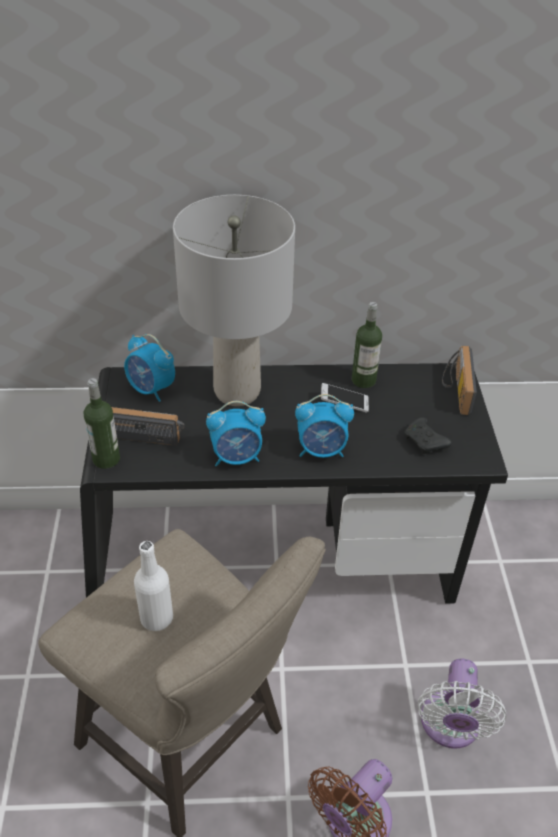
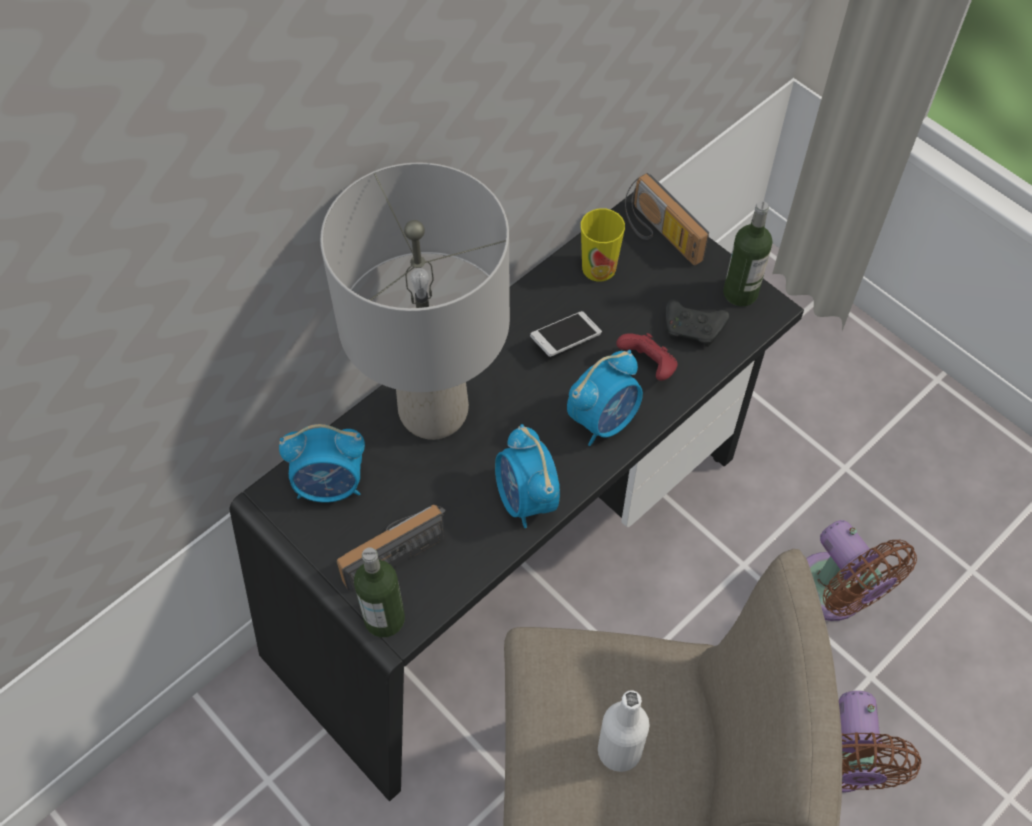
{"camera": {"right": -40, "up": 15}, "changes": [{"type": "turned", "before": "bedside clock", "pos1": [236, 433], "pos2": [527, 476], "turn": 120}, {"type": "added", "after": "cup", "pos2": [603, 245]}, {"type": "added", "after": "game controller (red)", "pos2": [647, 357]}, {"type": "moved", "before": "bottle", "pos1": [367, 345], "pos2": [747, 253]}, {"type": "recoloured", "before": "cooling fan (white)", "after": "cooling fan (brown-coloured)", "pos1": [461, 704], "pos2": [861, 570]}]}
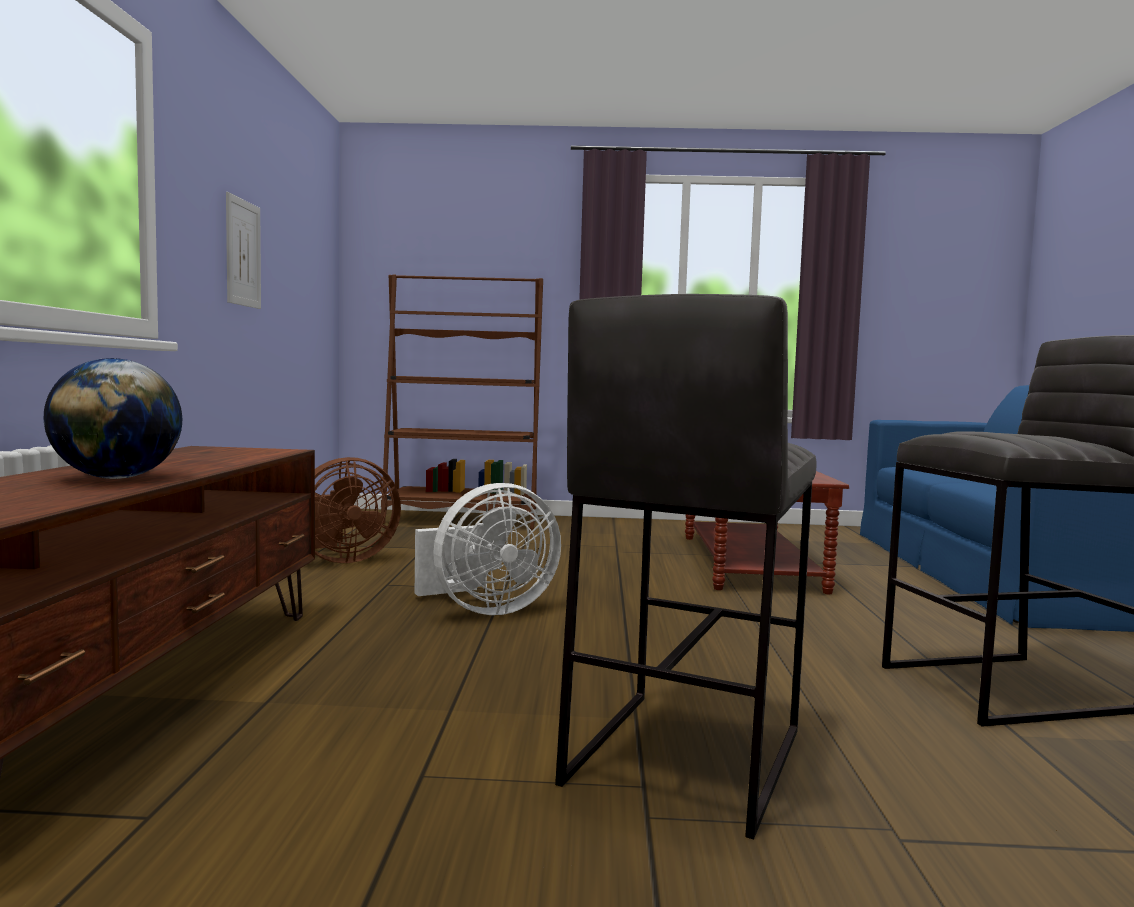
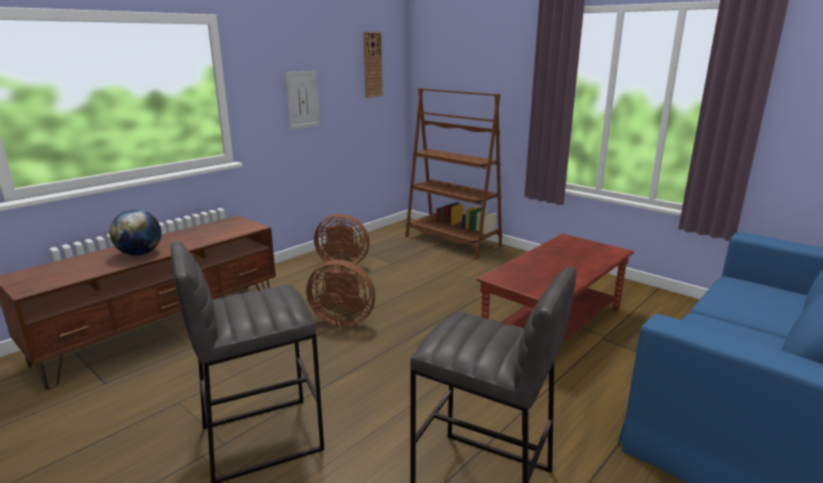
{"camera": {"right": 40, "up": 15}, "changes": [{"type": "recoloured", "before": "cooling fan (white)", "after": "cooling fan (brown-coloured)", "pos1": [488, 549], "pos2": [341, 293]}, {"type": "added", "after": "wall clock", "pos2": [373, 65]}]}
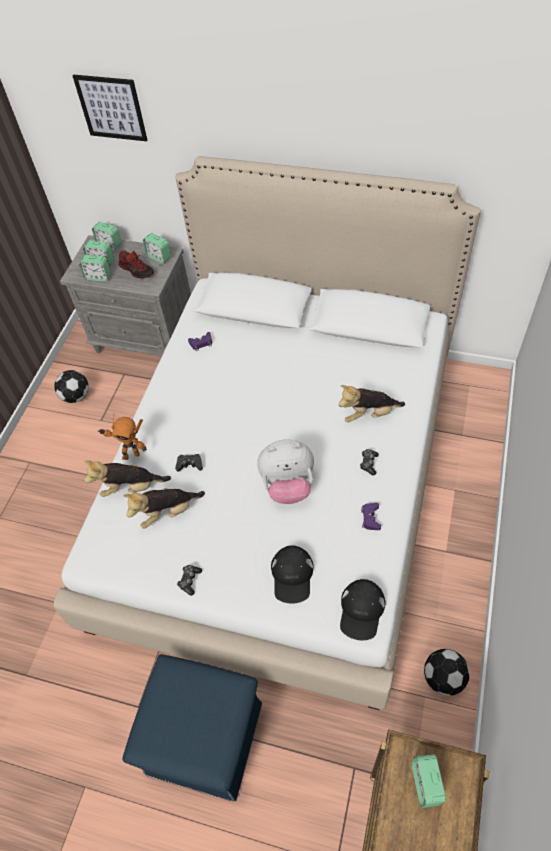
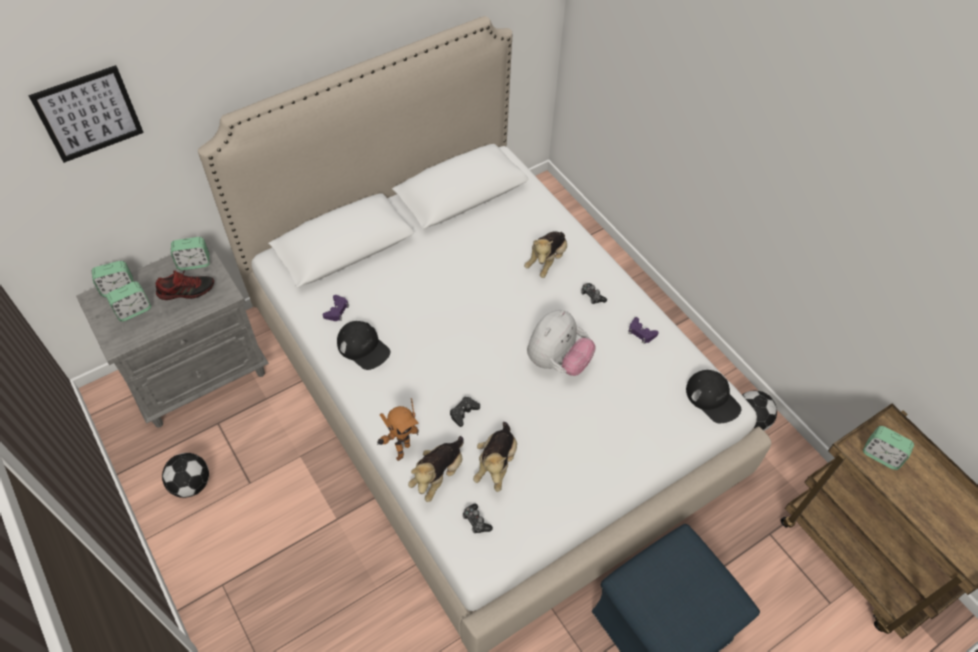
{"camera": {"right": -55, "up": 0}, "changes": [{"type": "moved", "before": "peaked cap (blackish)", "pos1": [292, 574], "pos2": [363, 345]}, {"type": "moved", "before": "game controller", "pos1": [189, 580], "pos2": [477, 518]}, {"type": "removed", "before": "bedside clock", "pos1": [95, 268]}]}
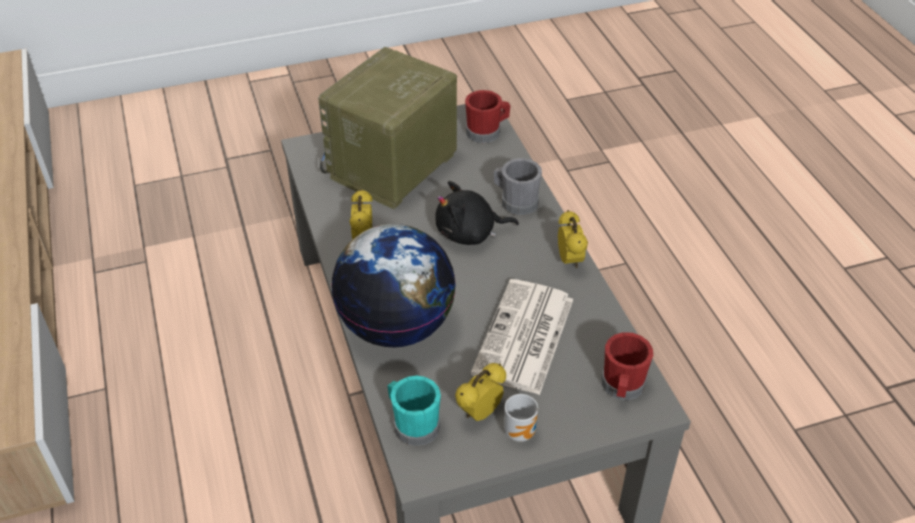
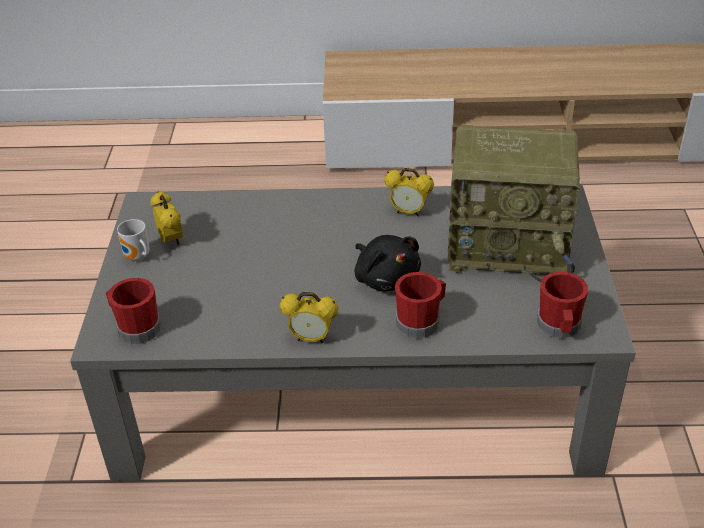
{"camera": {"right": 110, "up": -5}, "changes": [{"type": "turned", "before": "plush toy (blackish)", "pos1": [477, 213], "pos2": [388, 263], "turn": 135}, {"type": "recoloured", "before": "tea mug (grey)", "after": "tea mug (red)", "pos1": [518, 186], "pos2": [420, 305]}, {"type": "turned", "before": "radio", "pos1": [387, 128], "pos2": [514, 203], "turn": 135}, {"type": "removed", "before": "globe", "pos1": [393, 285]}, {"type": "removed", "before": "tea mug (turquoise)", "pos1": [414, 411]}, {"type": "removed", "before": "printed paper", "pos1": [522, 337]}]}
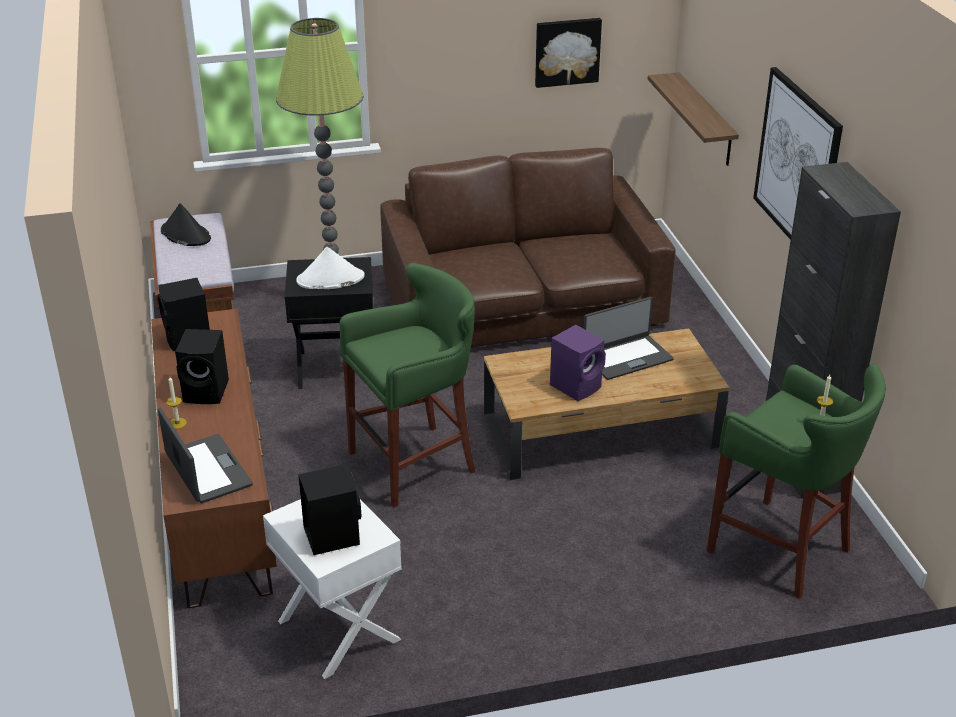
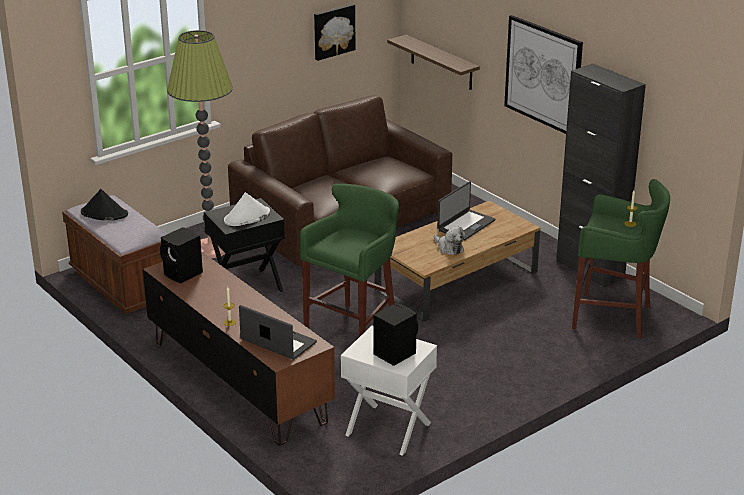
{"camera": {"right": -25, "up": -5}, "changes": [{"type": "replaced", "before": "audio speaker (purple)", "after": "plush toy", "pos1": [578, 363], "pos2": [449, 240]}, {"type": "removed", "before": "audio speaker (blackish)", "pos1": [202, 366]}]}
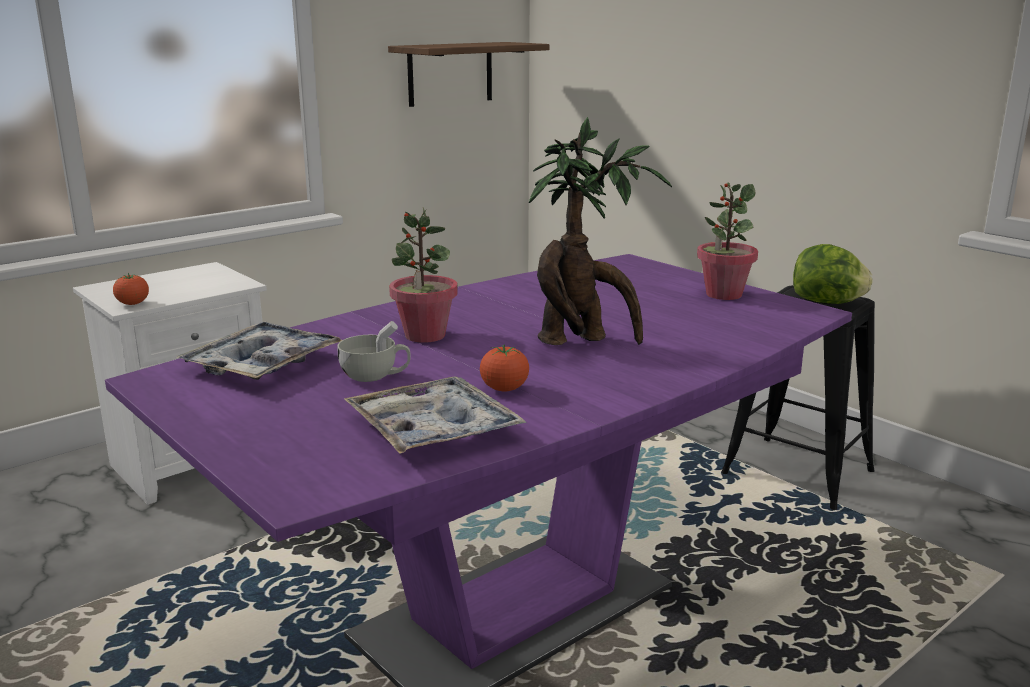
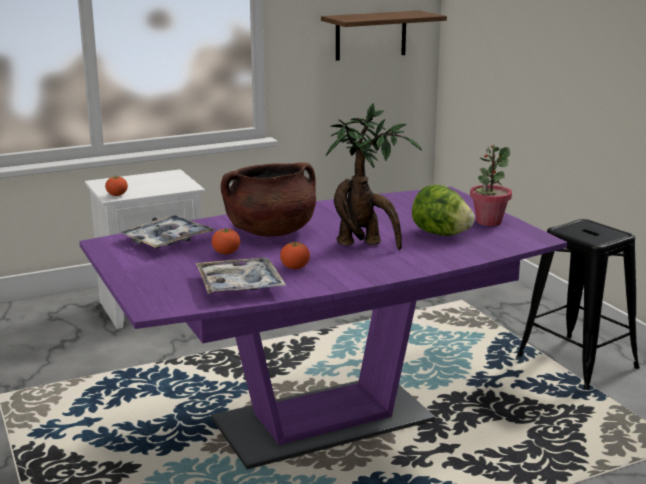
{"camera": {"right": 15, "up": 0}, "changes": [{"type": "replaced", "before": "cup (white)", "after": "tomato", "pos1": [374, 351], "pos2": [226, 240]}, {"type": "replaced", "before": "plant in a pot", "after": "cooking pot (brown-coloured)", "pos1": [423, 275], "pos2": [268, 199]}, {"type": "moved", "before": "lettuce head", "pos1": [833, 274], "pos2": [443, 210]}]}
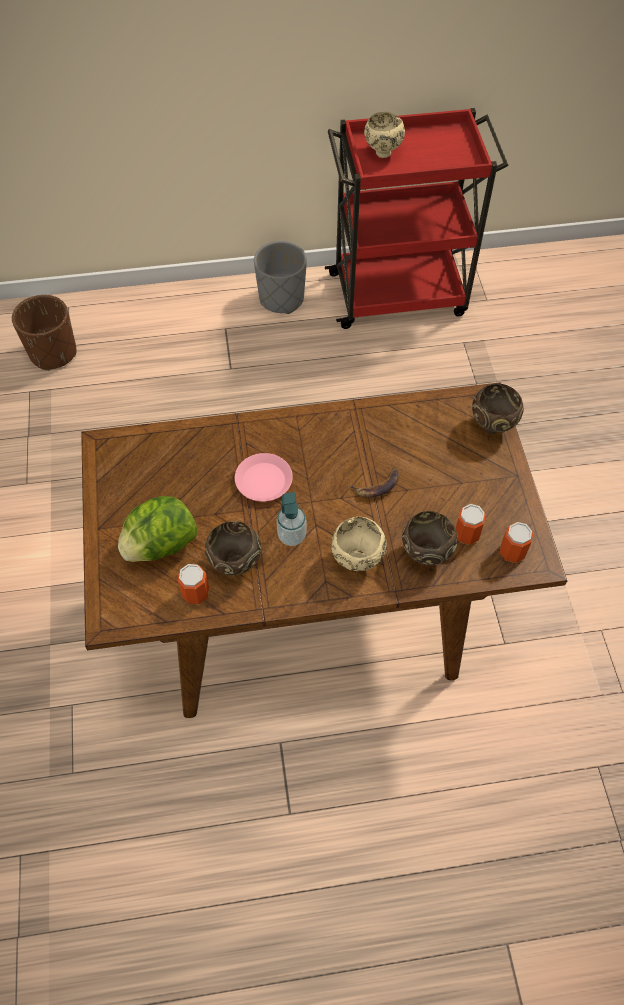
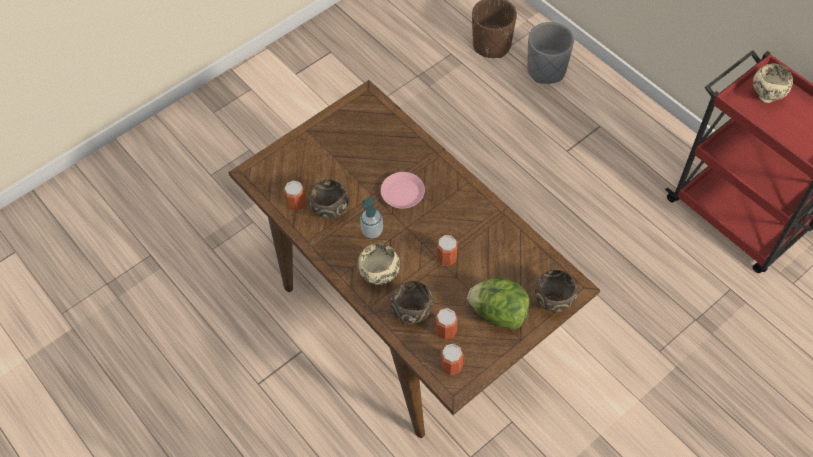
{"camera": {"right": 60, "up": 0}, "changes": [{"type": "replaced", "before": "banana fruit", "after": "metal can", "pos1": [374, 482], "pos2": [447, 250]}, {"type": "moved", "before": "lettuce head", "pos1": [157, 529], "pos2": [498, 303]}, {"type": "moved", "before": "flower pot (grey)", "pos1": [280, 277], "pos2": [550, 53]}]}
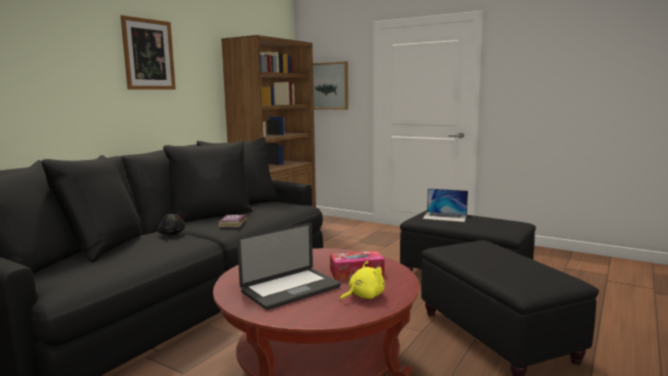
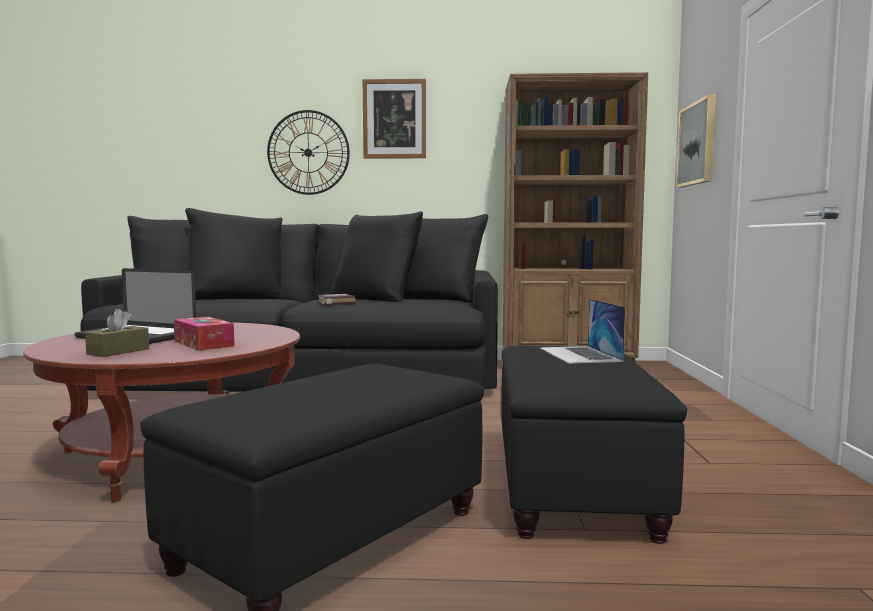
{"camera": {"right": 60, "up": -5}, "changes": [{"type": "replaced", "before": "plush toy (yellowish)", "after": "box of tissues (brown-coloured)", "pos1": [362, 281], "pos2": [117, 333]}, {"type": "added", "after": "wall clock", "pos2": [308, 152]}, {"type": "removed", "before": "plush toy (blackish)", "pos1": [171, 223]}]}
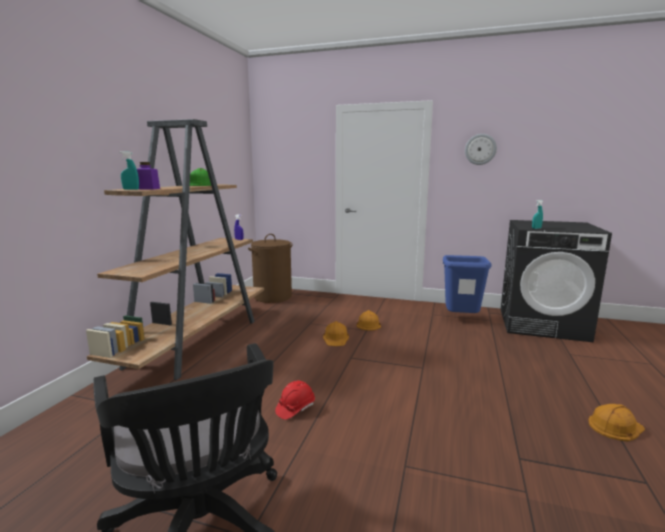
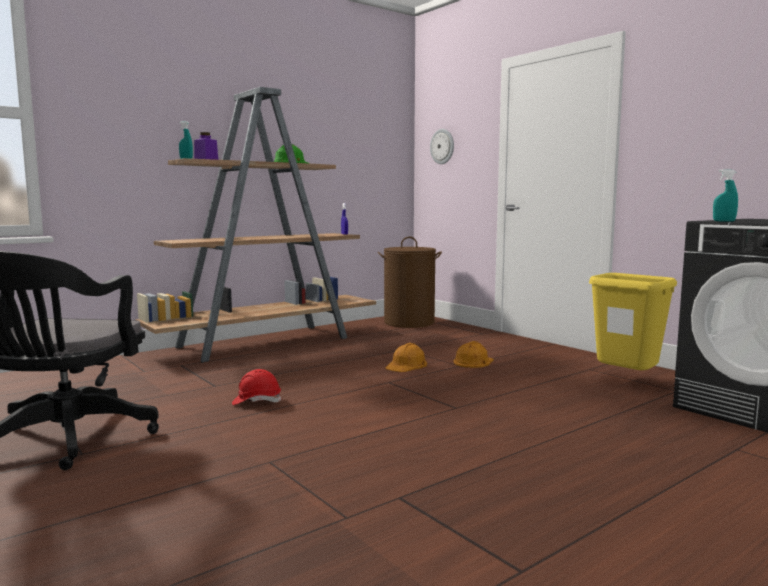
{"camera": {"right": 35, "up": -5}, "changes": [{"type": "moved", "before": "wall clock", "pos1": [481, 149], "pos2": [442, 146]}, {"type": "recoloured", "before": "waste bin (bluish)", "after": "waste bin (yellowish)", "pos1": [467, 284], "pos2": [633, 321]}, {"type": "removed", "before": "safety helmet (orange-coloured)", "pos1": [616, 422]}]}
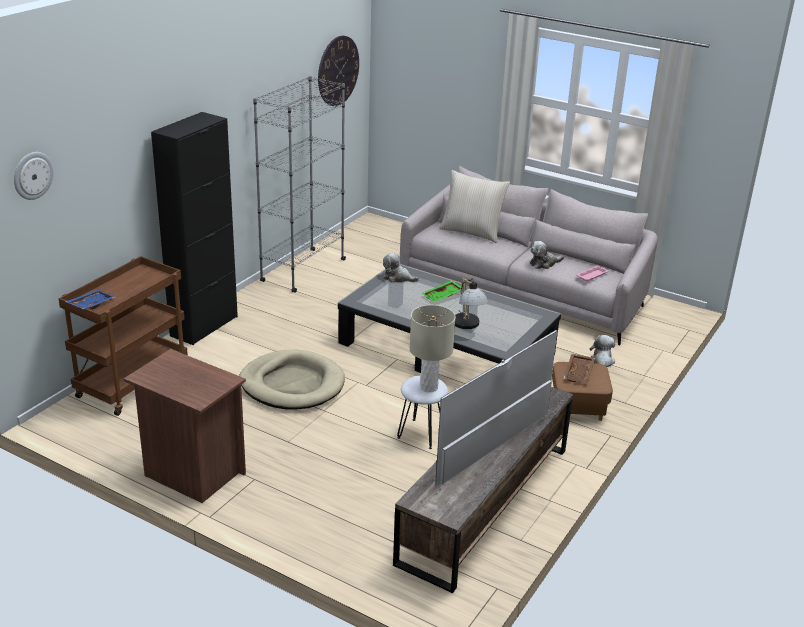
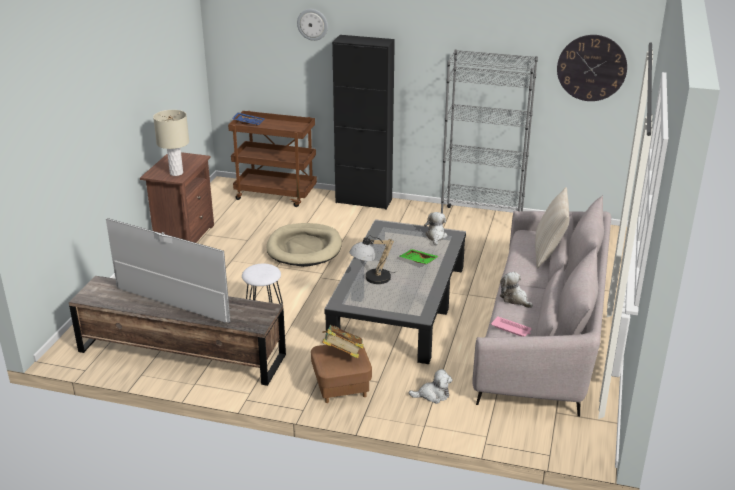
{"camera": {"right": 75, "up": 0}, "changes": [{"type": "moved", "before": "lamp for a table (beige)", "pos1": [432, 348], "pos2": [171, 143]}, {"type": "moved", "before": "wall clock", "pos1": [34, 176], "pos2": [312, 25]}, {"type": "replaced", "before": "tray (brown-coloured)", "after": "volume", "pos1": [579, 368], "pos2": [343, 341]}]}
